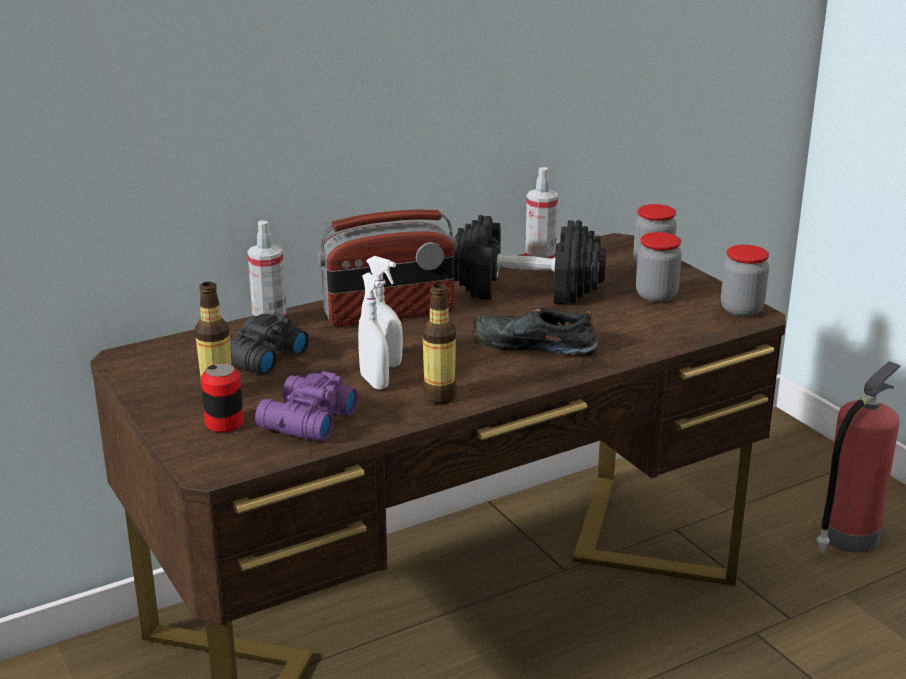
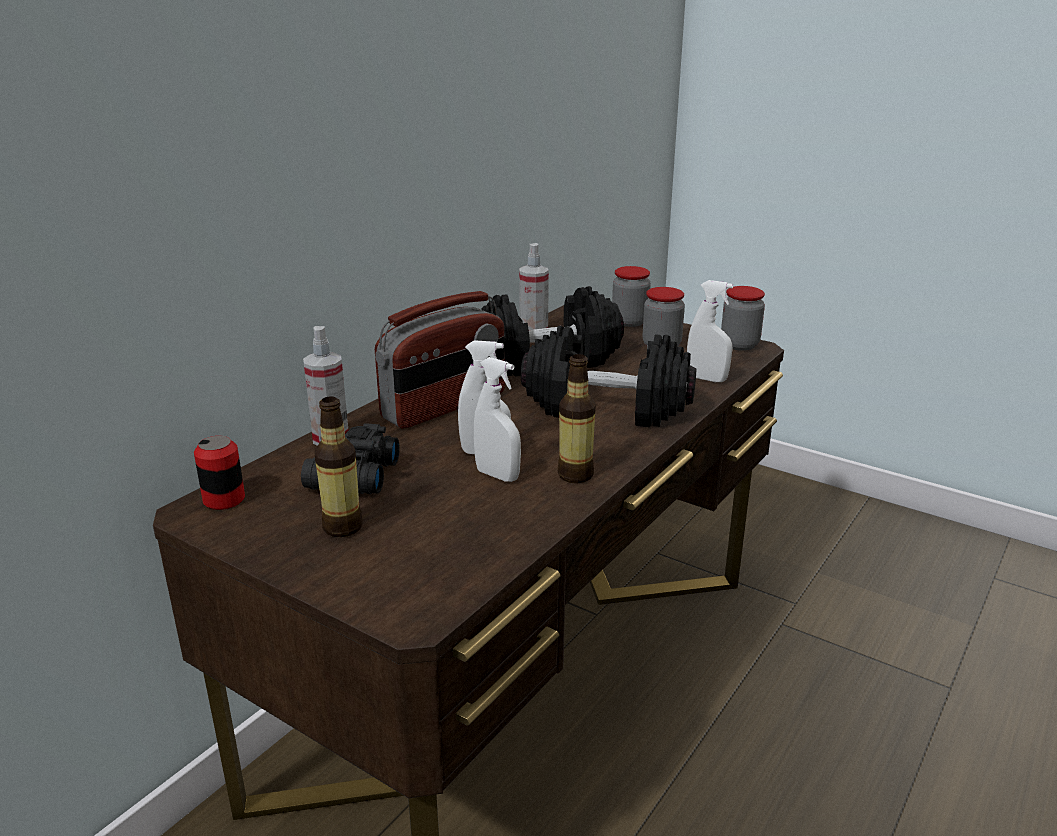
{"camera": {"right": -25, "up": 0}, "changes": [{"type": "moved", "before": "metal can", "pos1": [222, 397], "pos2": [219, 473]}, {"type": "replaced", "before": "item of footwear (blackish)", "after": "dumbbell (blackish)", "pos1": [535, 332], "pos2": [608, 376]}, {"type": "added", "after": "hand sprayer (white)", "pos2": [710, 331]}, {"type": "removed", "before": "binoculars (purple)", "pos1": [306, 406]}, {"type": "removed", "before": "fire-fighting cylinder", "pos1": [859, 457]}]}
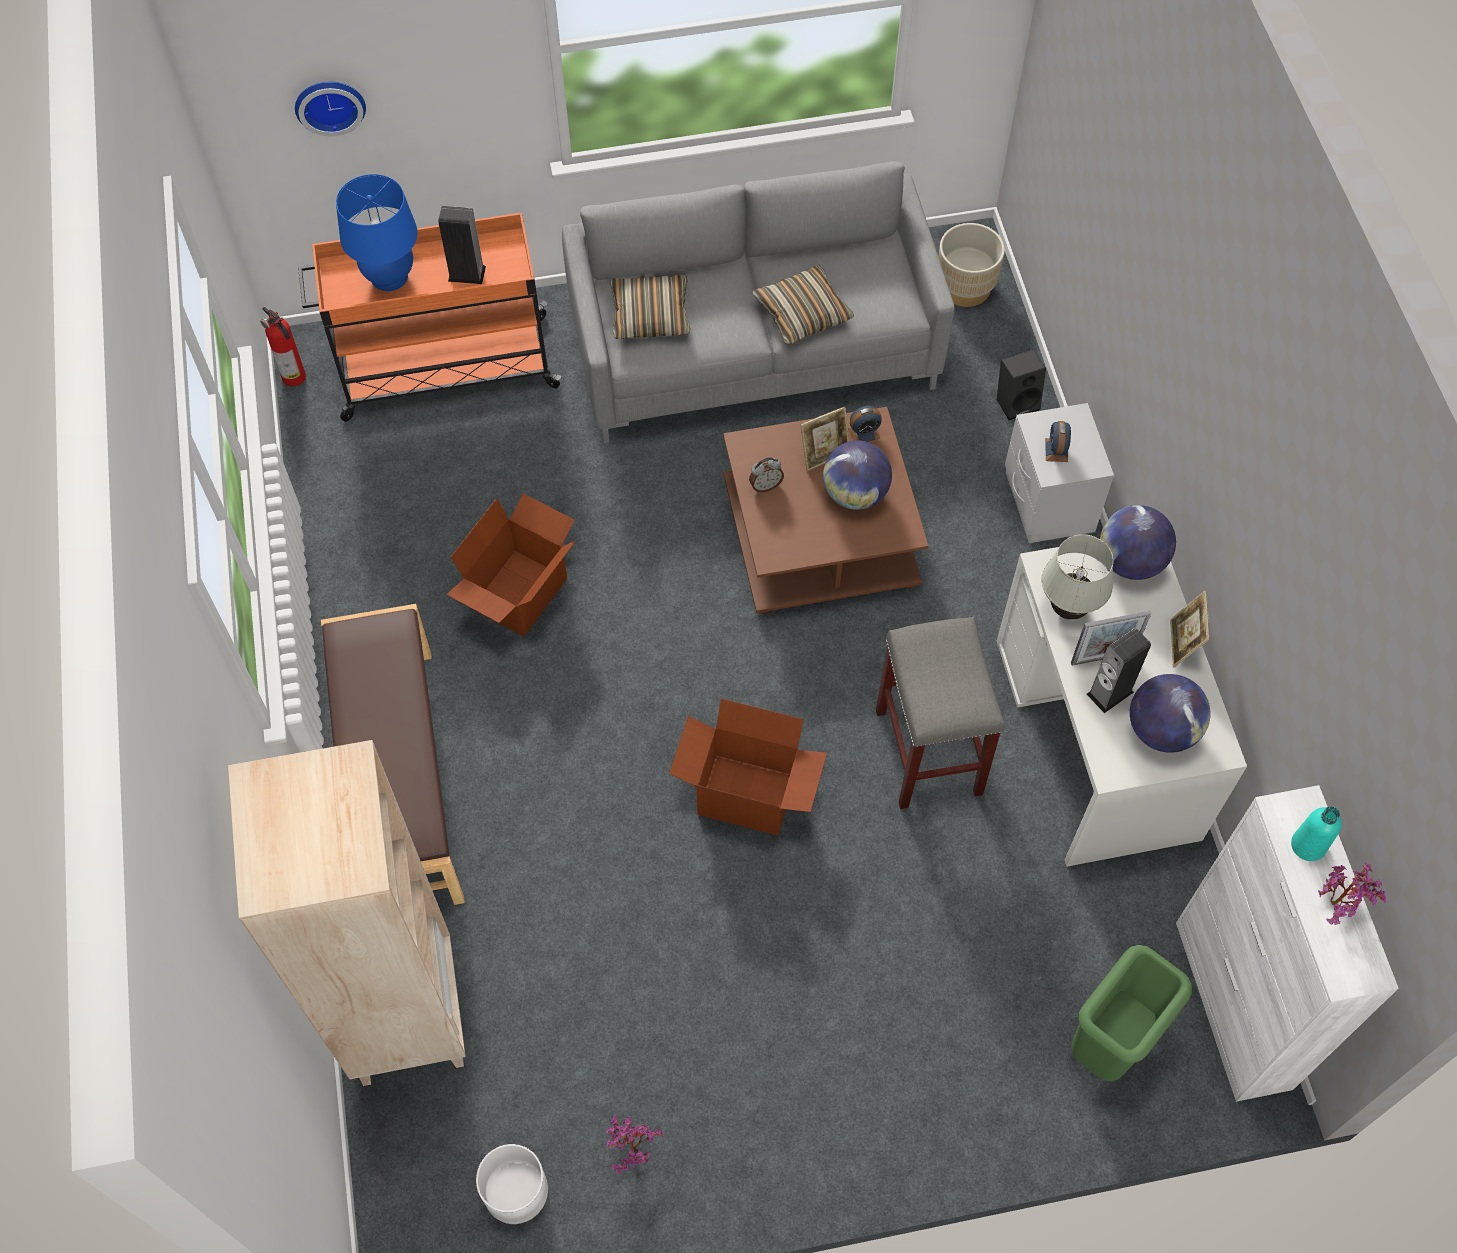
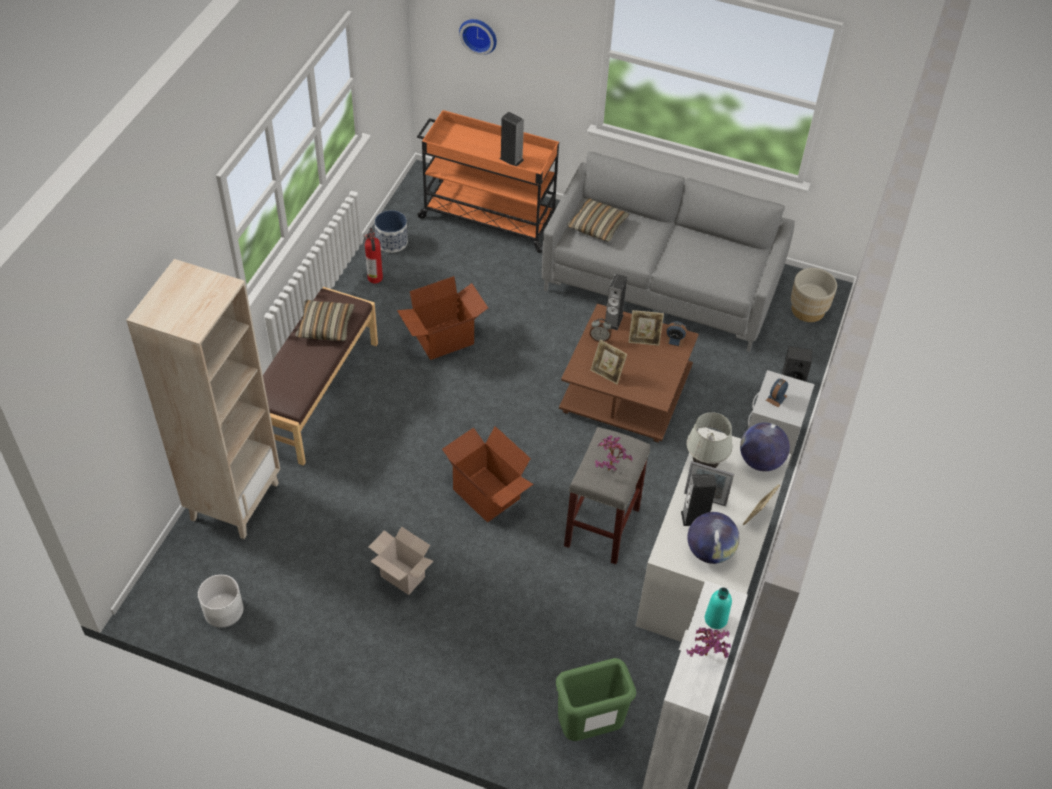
{"camera": {"right": 30, "up": -10}, "changes": [{"type": "moved", "before": "cushion", "pos1": [803, 304], "pos2": [325, 320]}, {"type": "moved", "before": "fire-fighting cylinder", "pos1": [283, 346], "pos2": [373, 255]}, {"type": "added", "after": "cardboard box", "pos2": [401, 561]}, {"type": "added", "after": "flower pot", "pos2": [391, 231]}, {"type": "added", "after": "picture frame", "pos2": [609, 362]}, {"type": "moved", "before": "plant in a pot", "pos1": [635, 1144], "pos2": [614, 453]}, {"type": "added", "after": "audio speaker", "pos2": [616, 302]}, {"type": "removed", "before": "lamp for a table (bluish)", "pos1": [377, 232]}, {"type": "removed", "before": "globe", "pos1": [857, 475]}]}
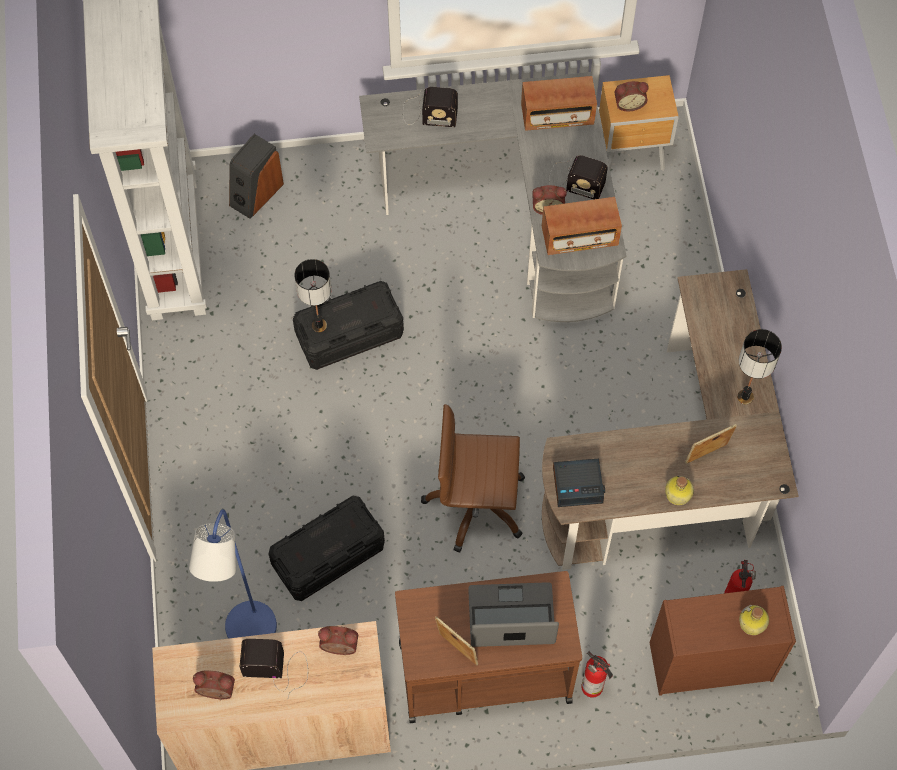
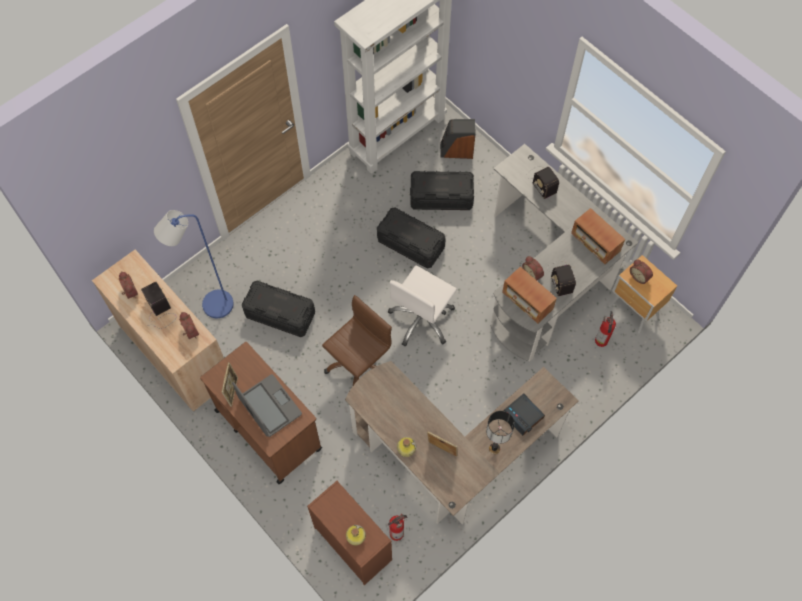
{"camera": {"right": 55, "up": 0}, "changes": [{"type": "turned", "before": "office chair (brown-coloured)", "pos1": [473, 478], "pos2": [357, 340], "turn": 75}, {"type": "added", "after": "office chair (white)", "pos2": [422, 306]}, {"type": "added", "after": "storage container (blackish)", "pos2": [442, 190]}, {"type": "moved", "before": "bedside clock", "pos1": [579, 483], "pos2": [524, 415]}, {"type": "moved", "before": "fire-fighting cylinder", "pos1": [597, 674], "pos2": [605, 329]}, {"type": "removed", "before": "lamp for a table", "pos1": [313, 295]}]}
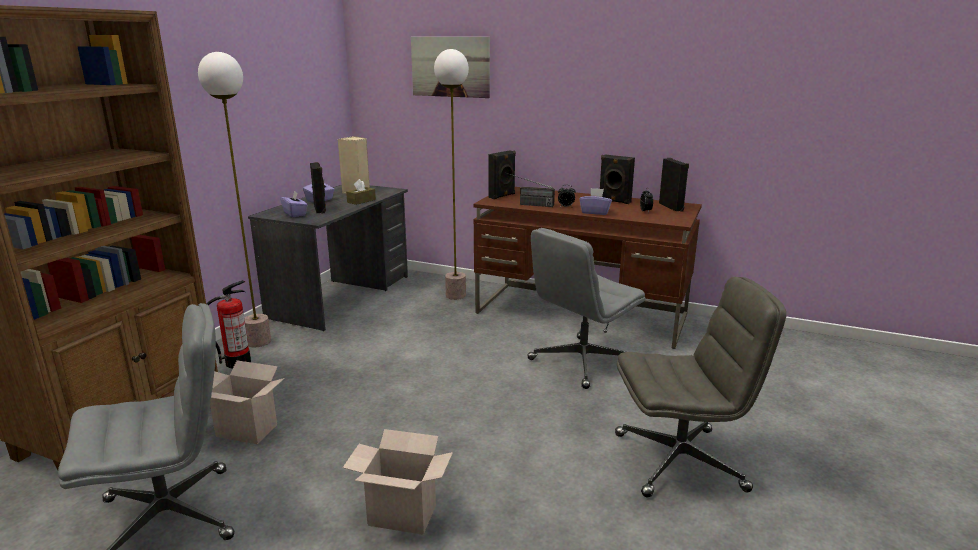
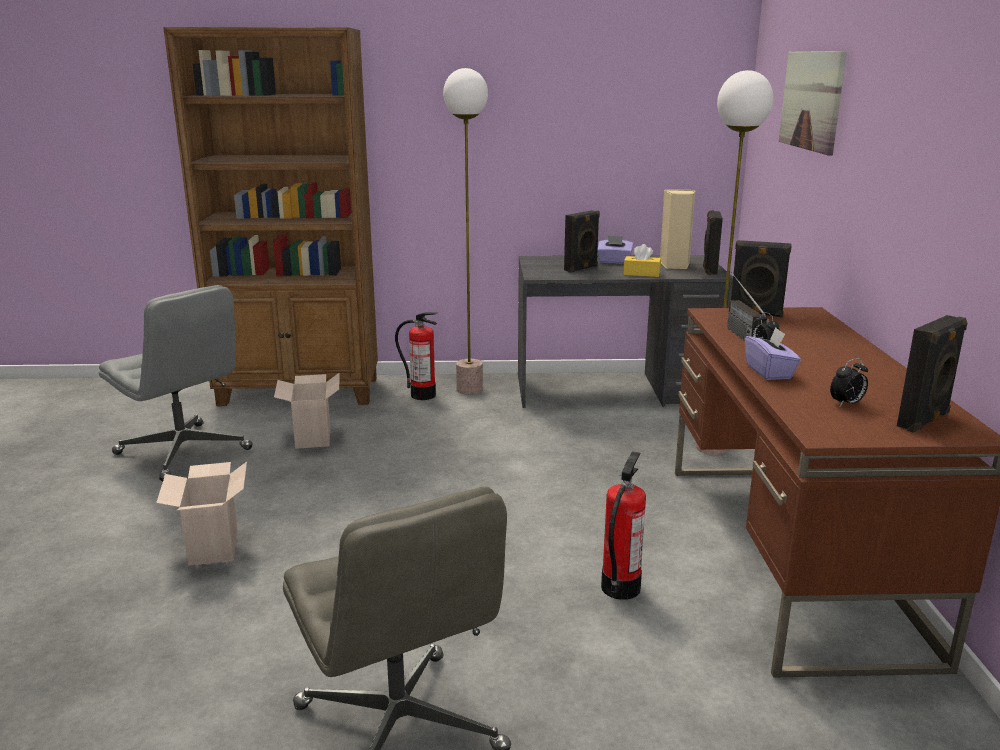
{"camera": {"right": 65, "up": 0}, "changes": [{"type": "replaced", "before": "office chair (grey)", "after": "fire-fighting cylinder", "pos1": [586, 308], "pos2": [623, 525]}, {"type": "recoloured", "before": "box of tissues (brown-coloured)", "after": "box of tissues (yellowish)", "pos1": [361, 192], "pos2": [642, 260]}, {"type": "moved", "before": "audio speaker (blackish)", "pos1": [617, 179], "pos2": [713, 242]}, {"type": "removed", "before": "box of tissues (purple)", "pos1": [294, 204]}]}
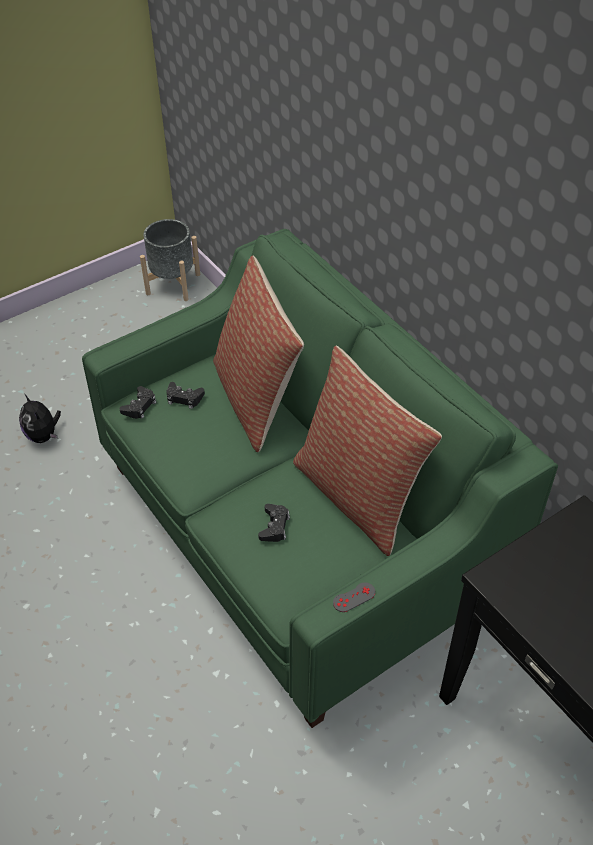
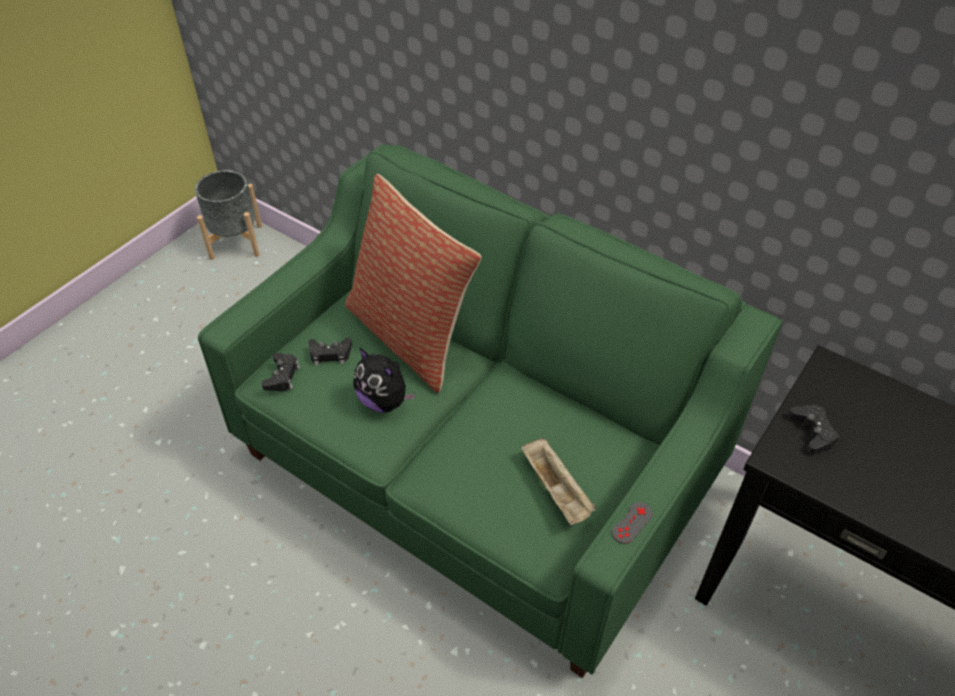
{"camera": {"right": -20, "up": 0}, "changes": [{"type": "moved", "before": "plush toy", "pos1": [40, 418], "pos2": [384, 380]}, {"type": "added", "after": "tray (beige)", "pos2": [558, 481]}, {"type": "moved", "before": "game controller (blackish)", "pos1": [274, 523], "pos2": [814, 429]}, {"type": "removed", "before": "cushion", "pos1": [367, 451]}]}
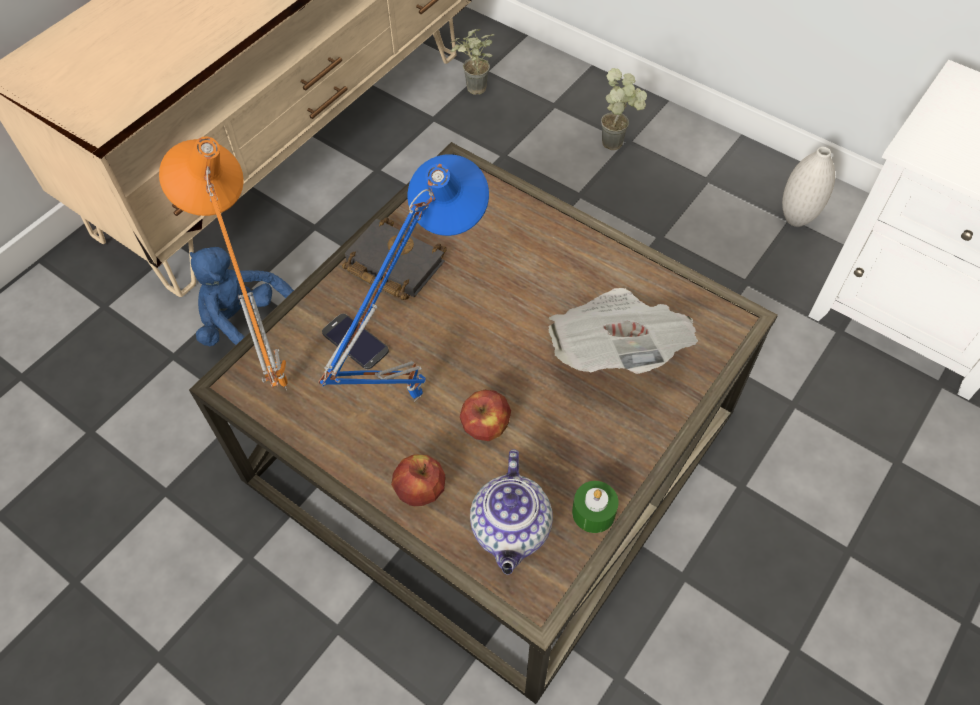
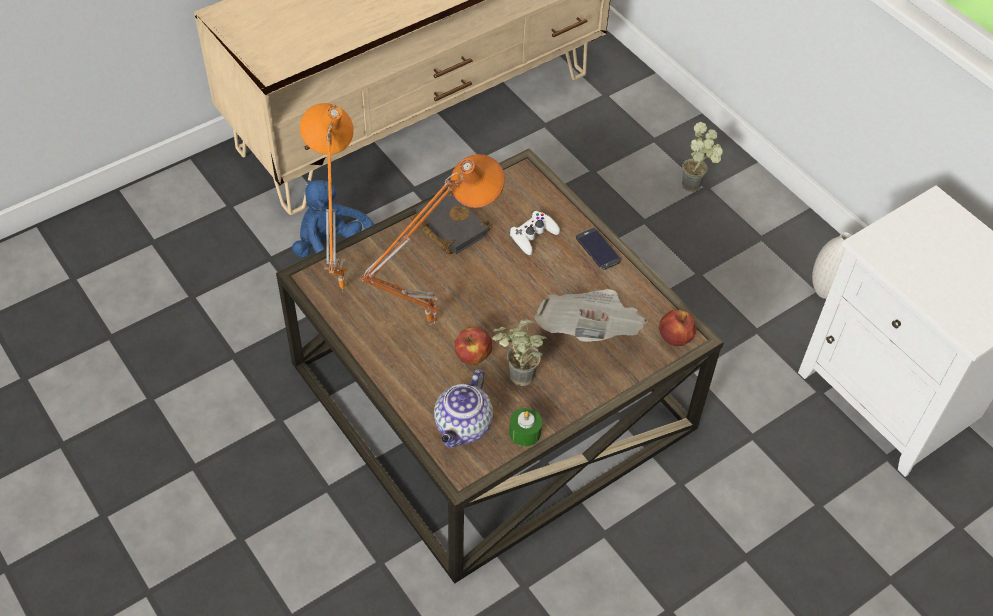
{"camera": {"right": 15, "up": -5}, "changes": [{"type": "recoloured", "before": "lamp for a table (bluish)", "after": "lamp for a table (orange-coloured)", "pos1": [403, 278], "pos2": [432, 240]}, {"type": "moved", "before": "plant in a pot", "pos1": [472, 62], "pos2": [519, 352]}, {"type": "added", "after": "game controller (white)", "pos2": [534, 233]}, {"type": "moved", "before": "phone", "pos1": [355, 341], "pos2": [598, 249]}, {"type": "moved", "before": "whole apple", "pos1": [418, 480], "pos2": [678, 328]}]}
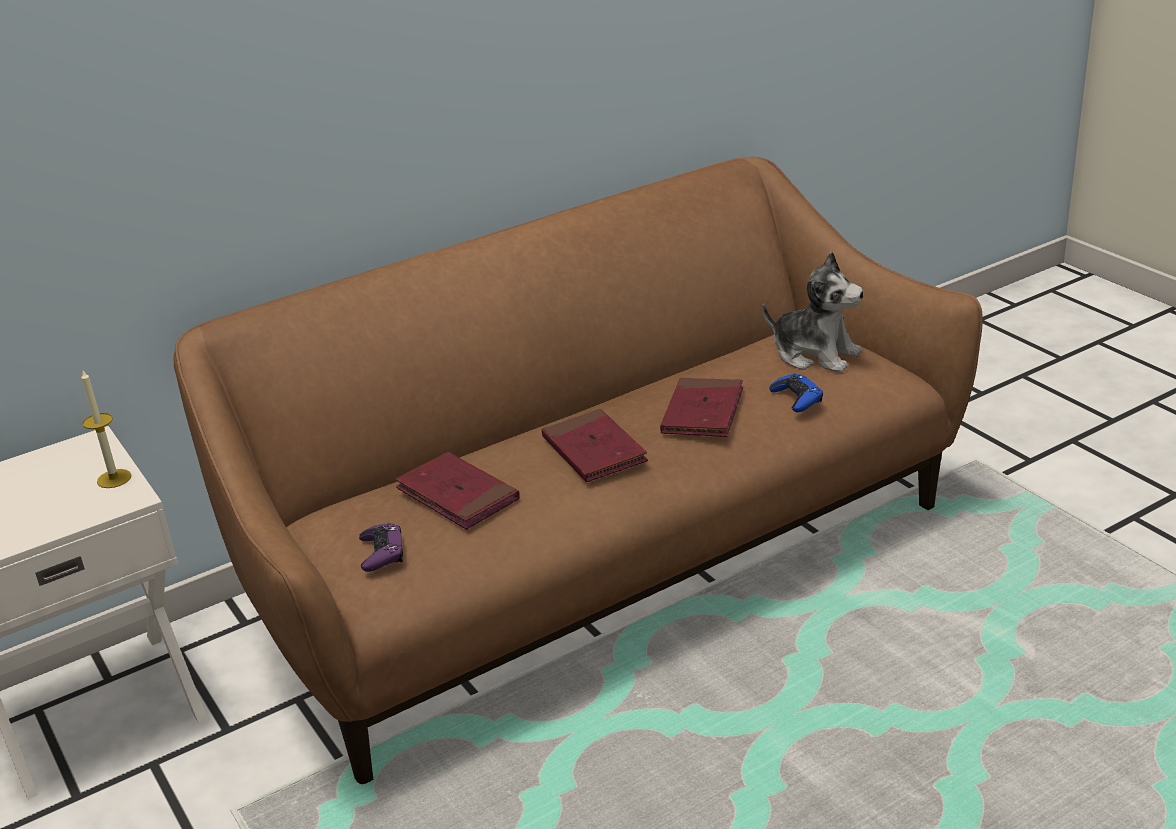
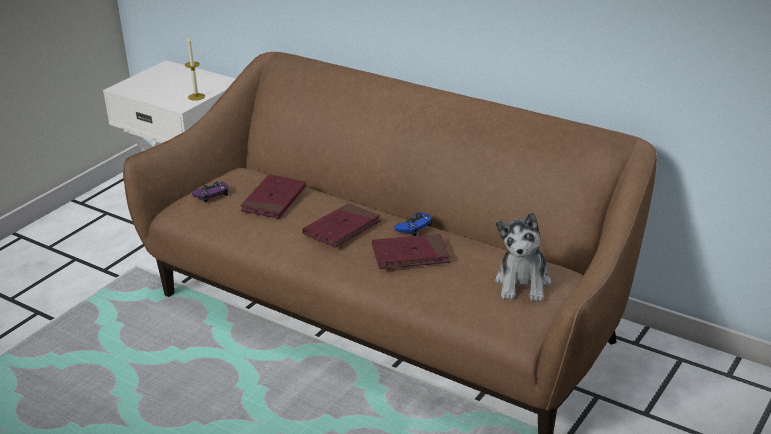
{"camera": {"right": 65, "up": 0}, "changes": [{"type": "moved", "before": "game controller (bluish)", "pos1": [796, 392], "pos2": [413, 224]}]}
